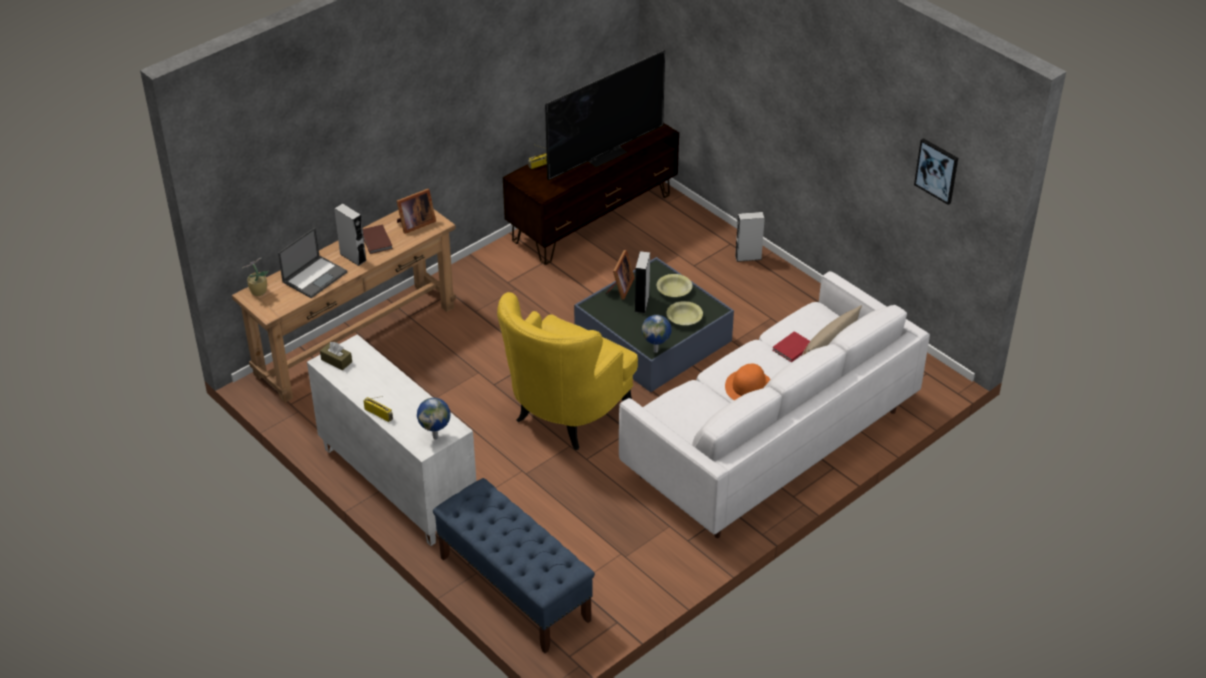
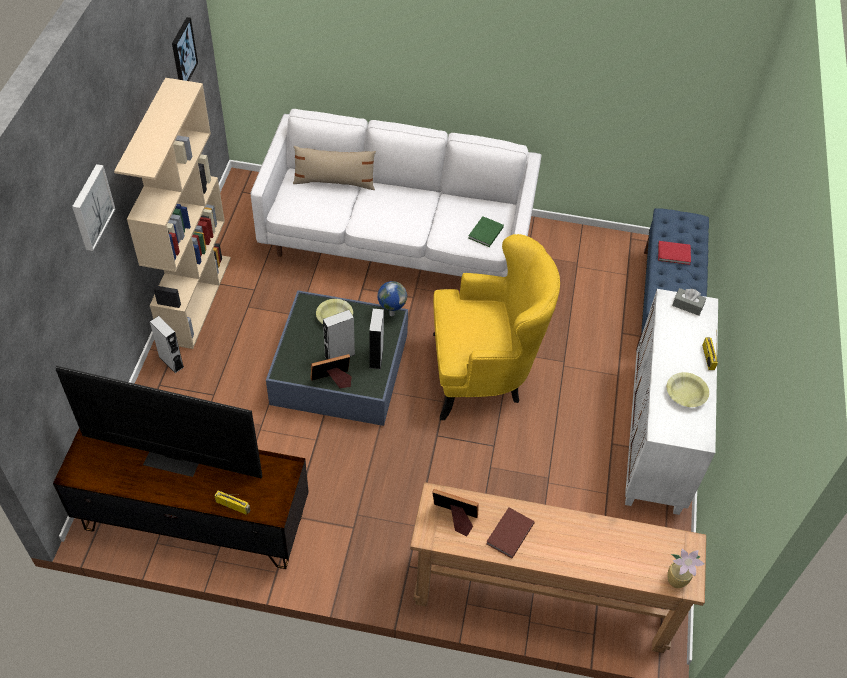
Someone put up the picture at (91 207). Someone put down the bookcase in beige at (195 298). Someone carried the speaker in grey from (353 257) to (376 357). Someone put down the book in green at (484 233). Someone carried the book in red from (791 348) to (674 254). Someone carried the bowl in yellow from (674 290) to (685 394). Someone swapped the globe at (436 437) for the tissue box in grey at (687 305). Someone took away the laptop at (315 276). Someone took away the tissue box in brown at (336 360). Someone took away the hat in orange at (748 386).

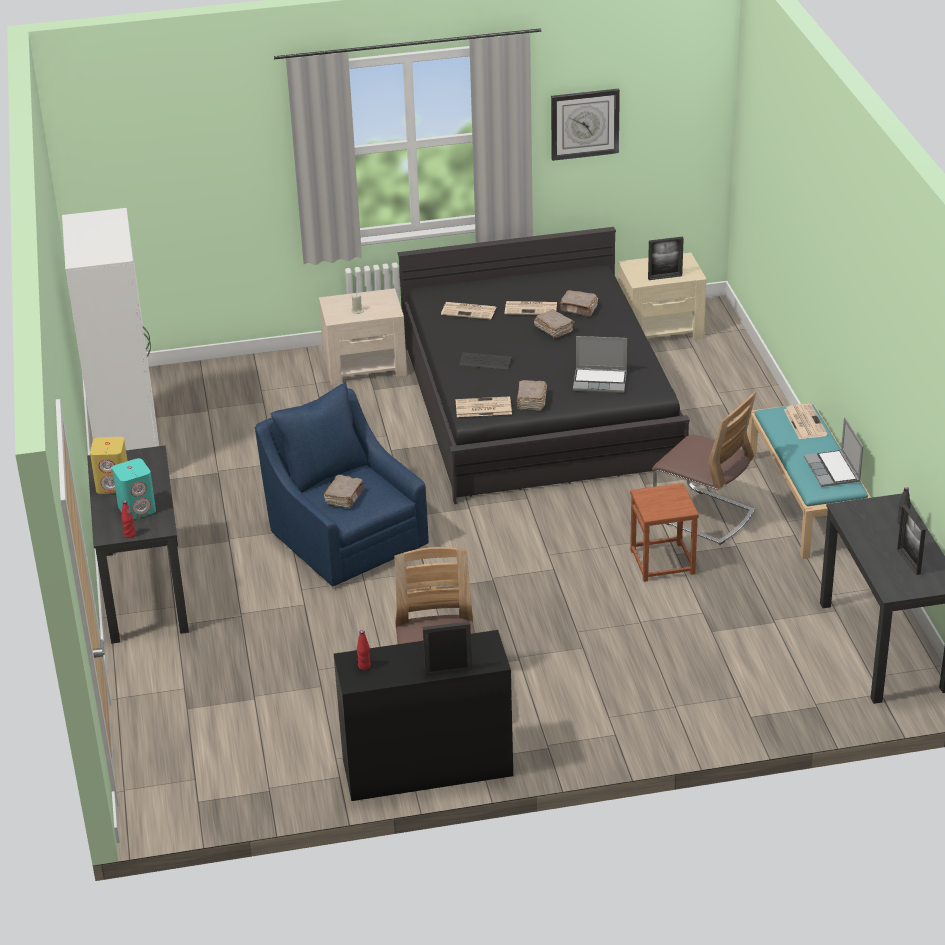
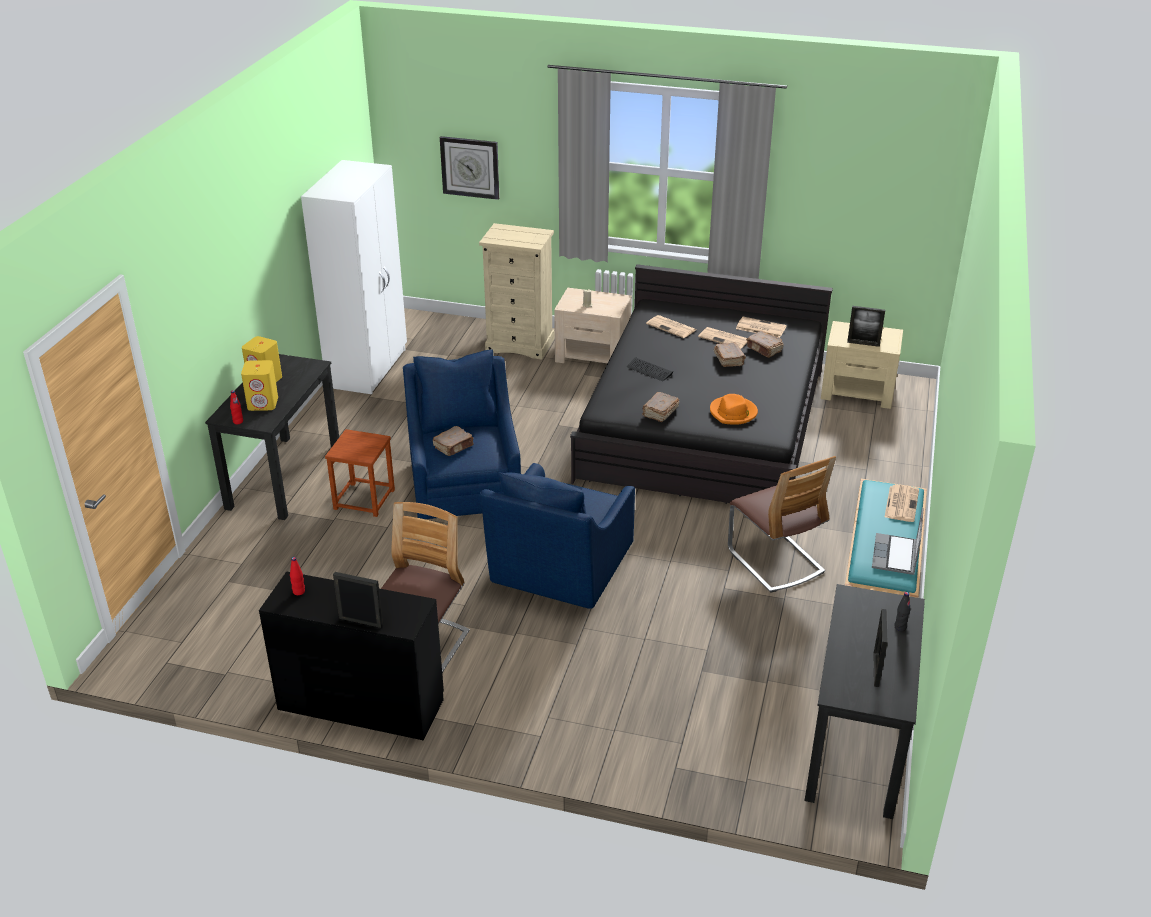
Someone repainted the speaker in turquoise at (137 509), which became the speaker in yellow at (263 403). Someone carried the stool in brown from (663 562) to (364 499). Someone carried the wall clock from (584 123) to (470 167). Someone put down the dresser in beige at (520 344). Someone put down the armchair in blue at (559 568). Someone swapped the laptop at (600 381) for the hat in orange at (733 413). Someone carried the newspaper from (482 408) to (760 328).

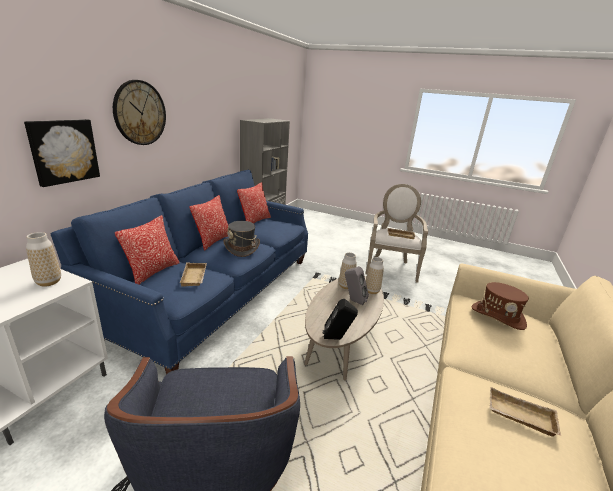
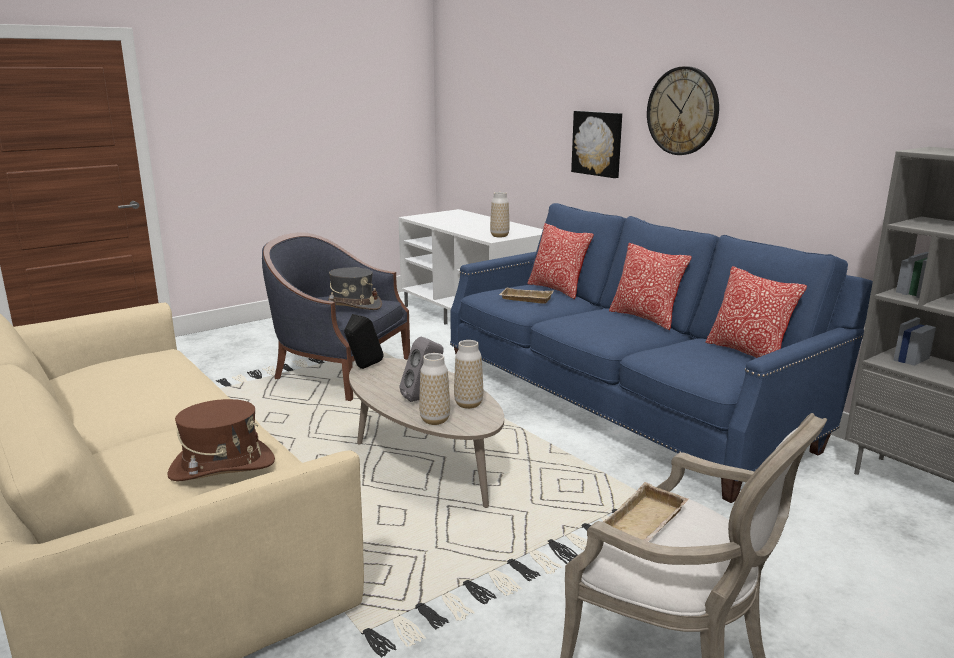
Someone carried the hat in grey from (242 248) to (352 306). Someone took away the tray in beige at (519 416).

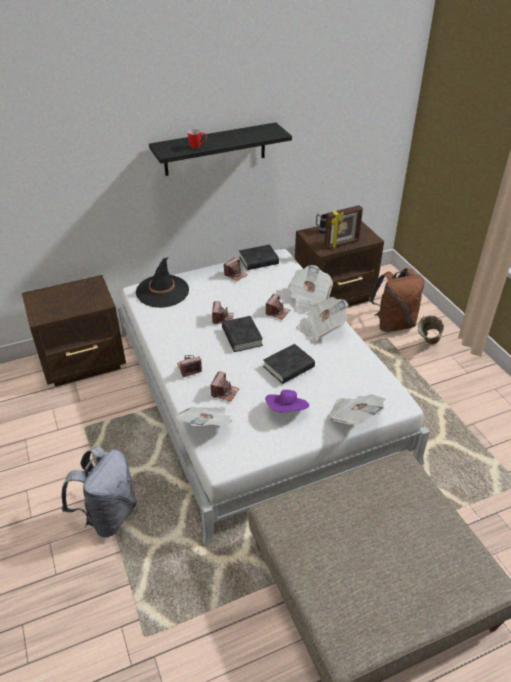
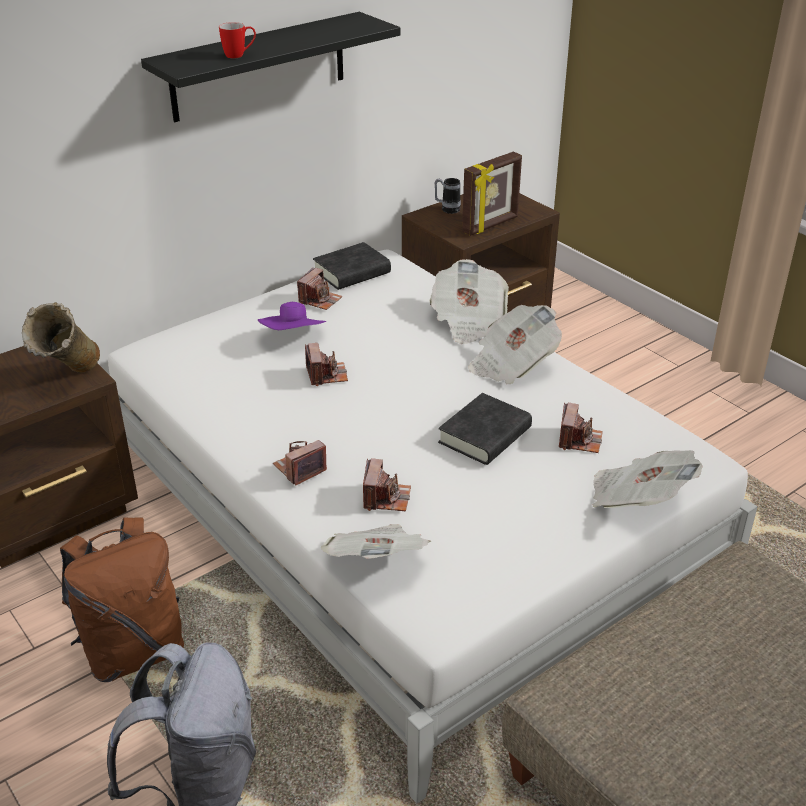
Someone carried the vase in beige from (427 347) to (70 381). Someone carried the backpack in brown from (393 324) to (133 650). Someone carried the hat in purple from (287 410) to (294 337). Someone carried the photo camera from (277 312) to (579 440). Someone took away the hat in black at (162 291). Someone took away the book in black at (242 337).

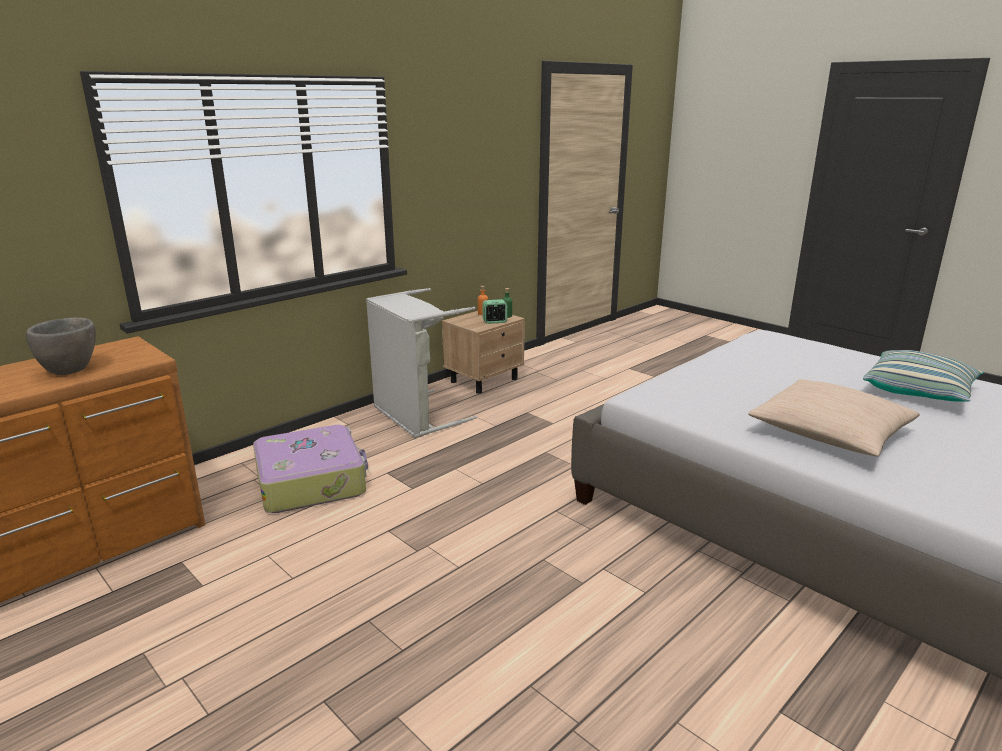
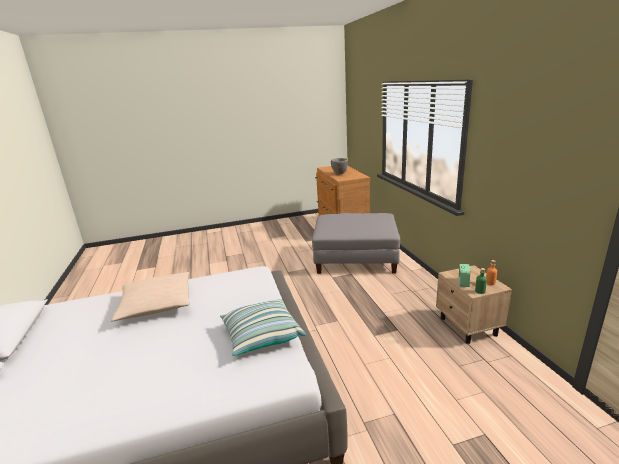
Someone carried the pillow from (919 391) to (261 336). Someone swapped the suitcase at (312 481) for the ottoman in grey at (356 258). Someone took away the laundry basket in grey at (414 416).

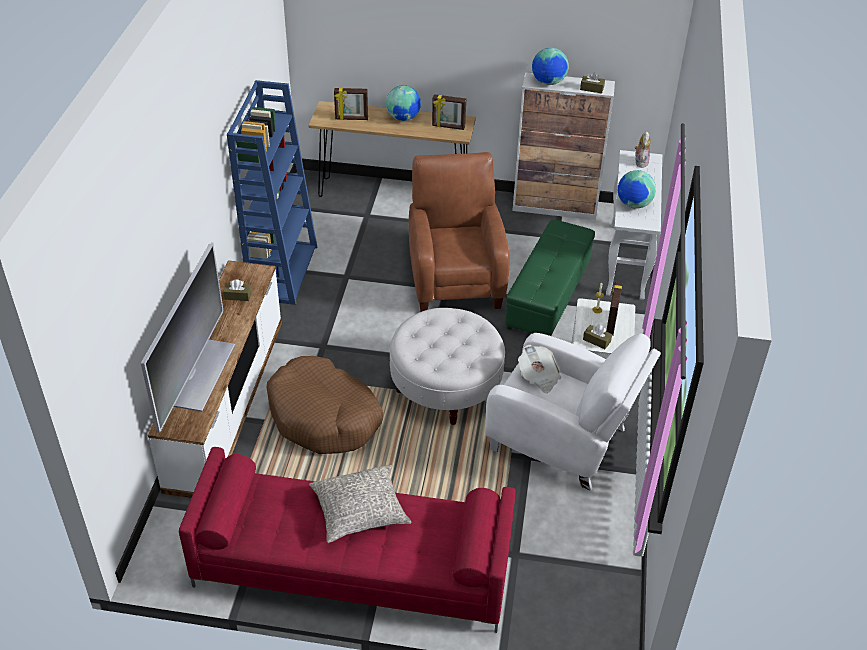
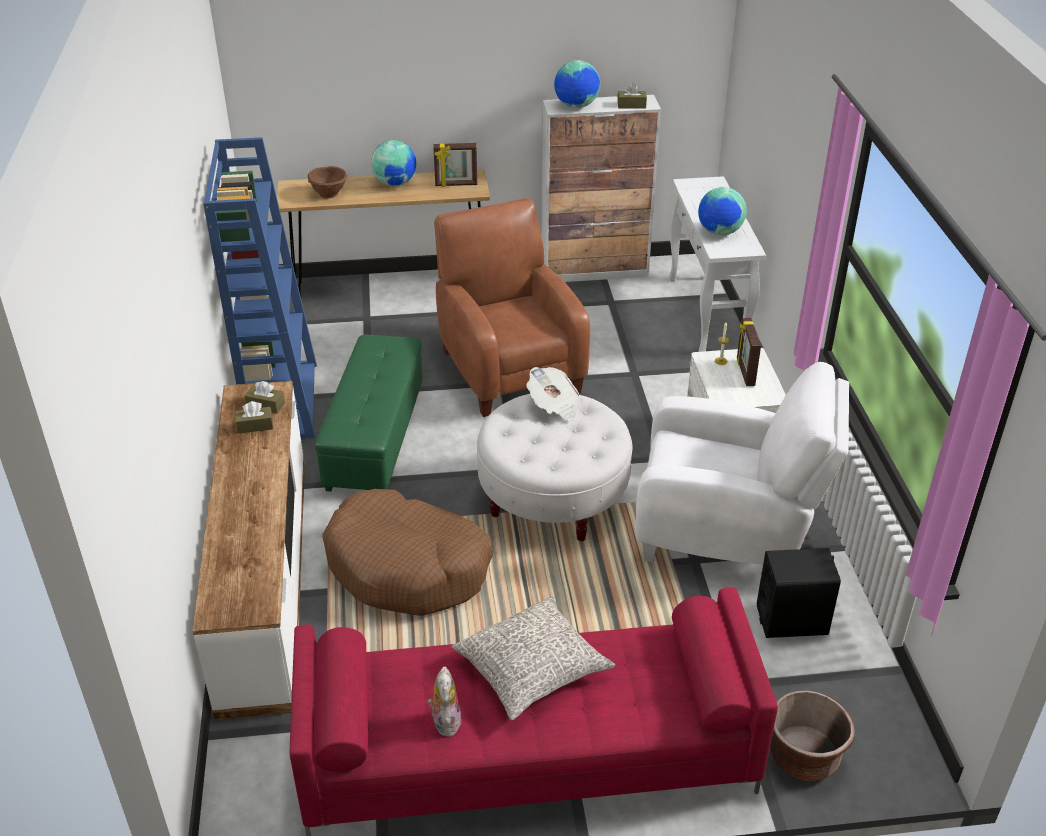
Someone carried the tissue box in brown from (596 340) to (265 405). Someone swapped the picture frame at (351 119) for the bowl in brown at (329 193). Someone carried the ottoman in green from (547 295) to (374 436). Someone carried the plush toy from (640 162) to (445 721). Someone carried the newspaper from (538 377) to (554 406). Someone put down the speaker in black at (792 620). Someone put down the planter in brown at (803 756). Someone took away the television at (202 374).

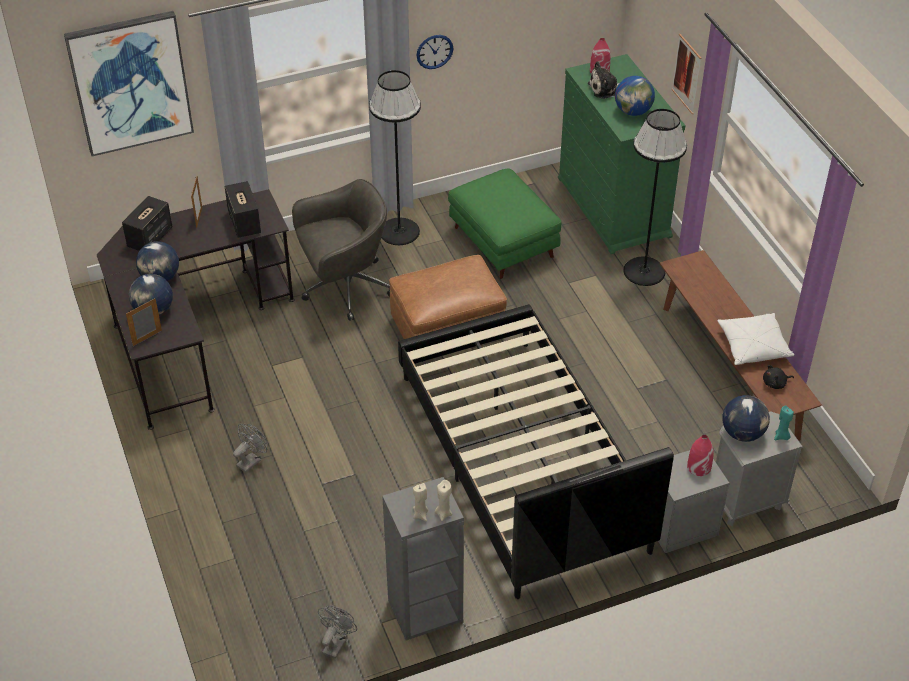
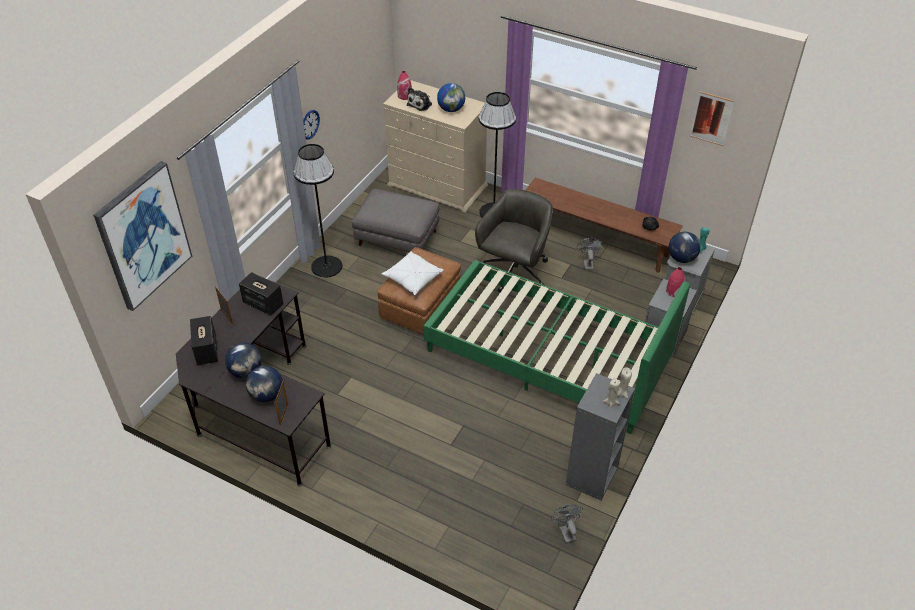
Someone repainted the ottoman in green at (504 242), which became the ottoman in grey at (397 238). Someone carried the pillow in white from (753 346) to (412 278). Someone repainted the dresser in green at (614 207), which became the dresser in beige at (438 185). Someone repainted the bed in black at (521 461), which became the bed in green at (547 356). Someone carried the office chair in grey from (345 288) to (514 272). Someone carried the fan in grey from (251 460) to (587 263). Someone carried the picture from (686 74) to (711 118).

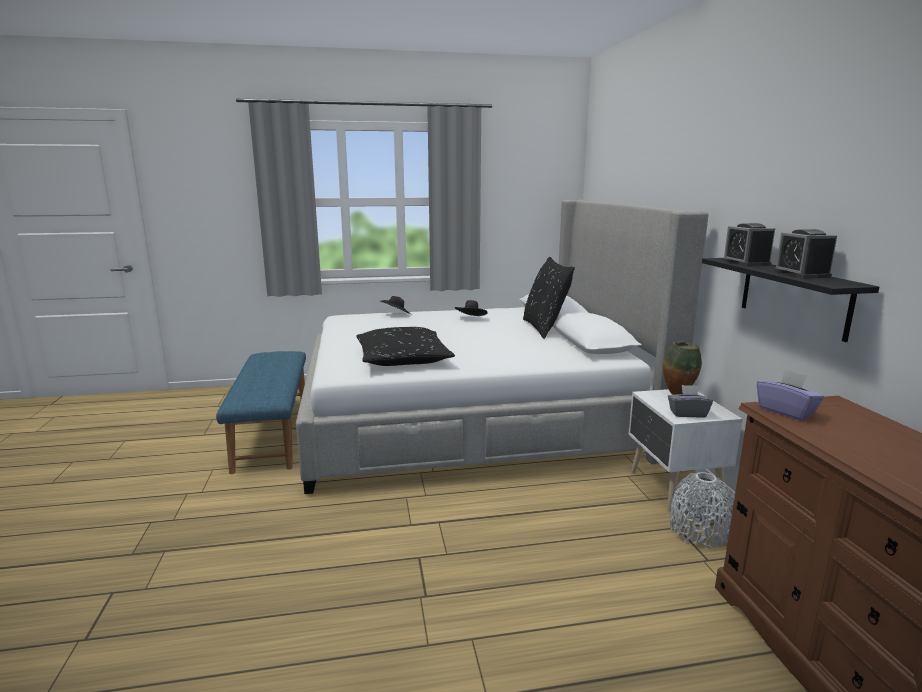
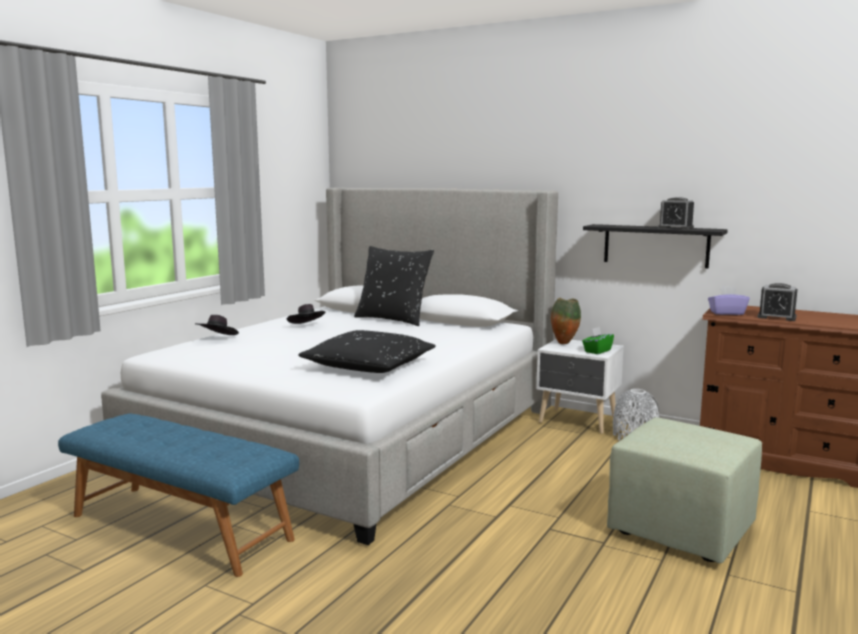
Someone repainted the tissue box in grey at (687 413), which became the tissue box in green at (597 351). Someone put down the ottoman in green at (683 530). Someone carried the alarm clock from (746 263) to (776 317).

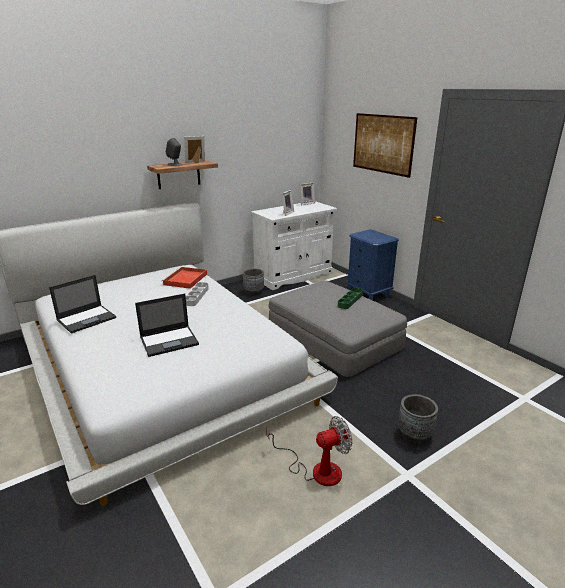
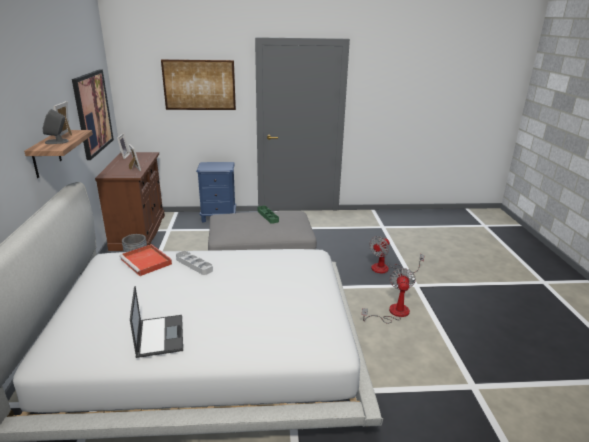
Someone put up the picture at (93 113). Someone repainted the cabinet in white at (293 276), which became the cabinet in brown at (139 232). Someone swapped the planter in grey at (414 434) for the fan at (386 269). Someone took away the laptop at (170 341).

